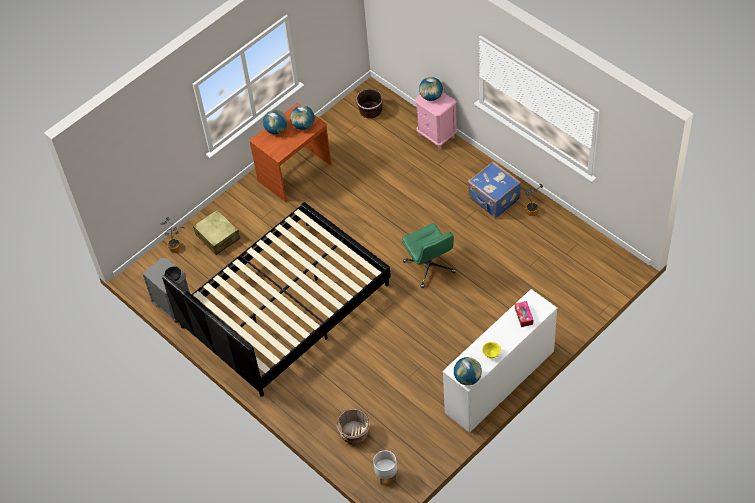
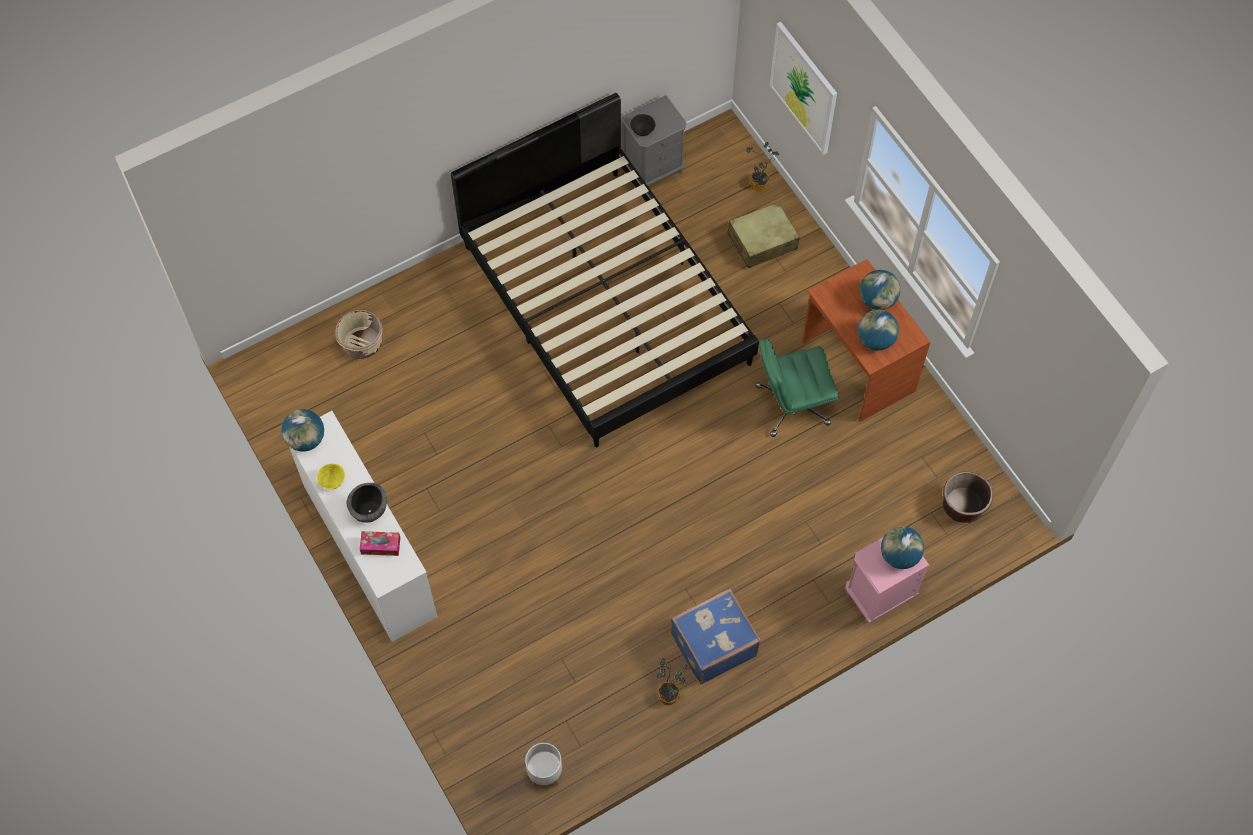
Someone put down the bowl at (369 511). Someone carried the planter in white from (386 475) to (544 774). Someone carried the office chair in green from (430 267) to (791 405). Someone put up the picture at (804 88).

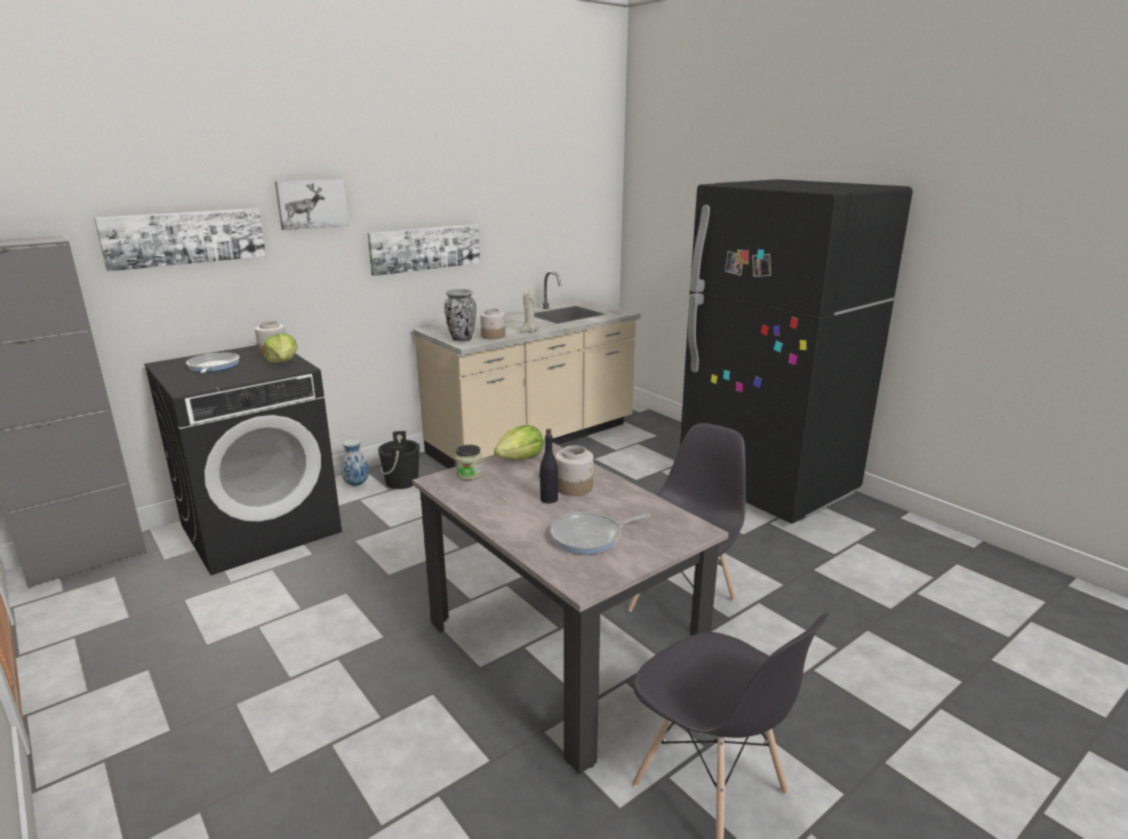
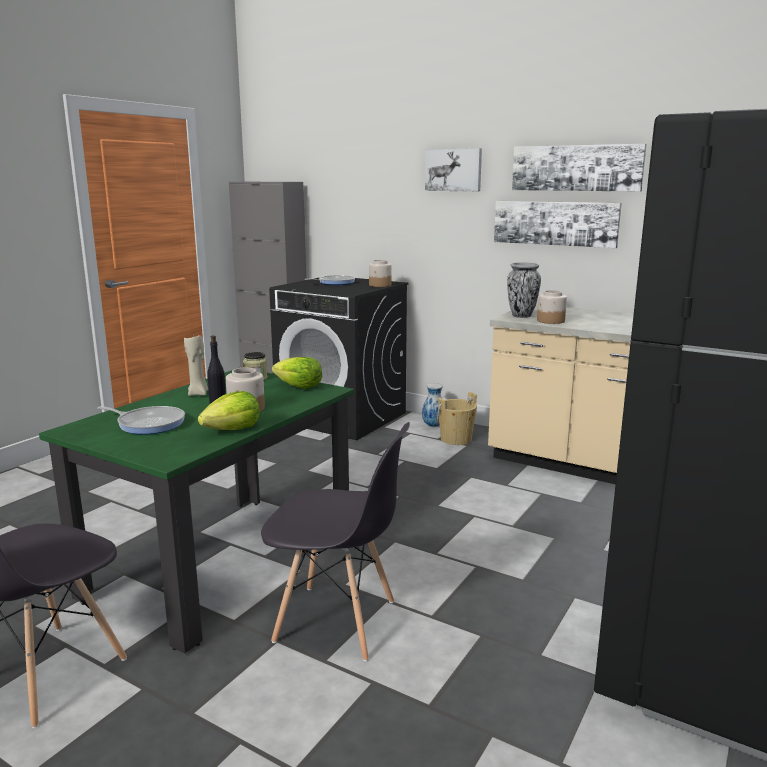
Someone repainted the dining table in beige at (559 656), which became the dining table in green at (223 563). Someone rotated the frying pan at (590 537) by 150 degrees clockwise. Someone carried the candle in beige from (529 331) to (198 394). Someone carried the lettuce from (283 362) to (233 430). Someone repainted the bucket in black at (402 482), which became the bucket in beige at (456 439). Someone carried the picture from (185 237) to (576 168).

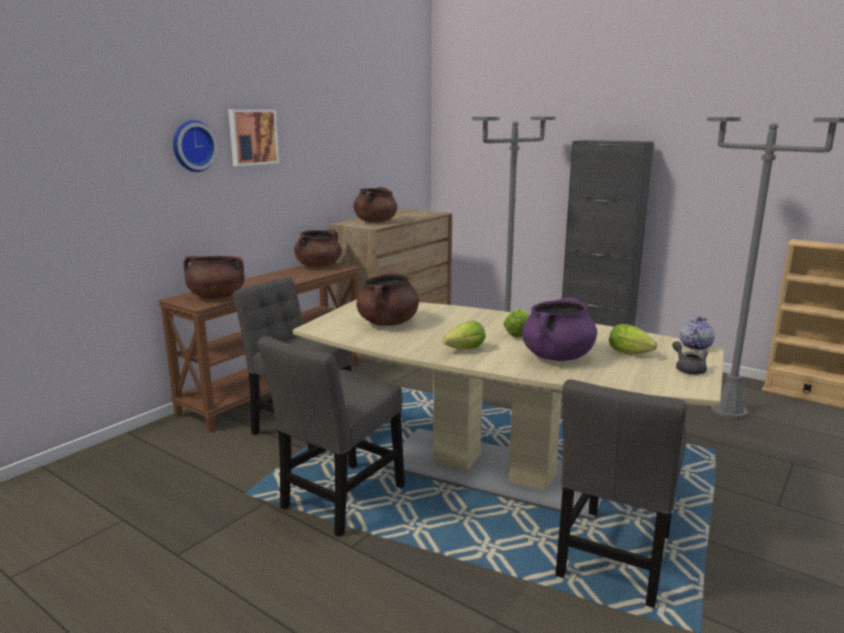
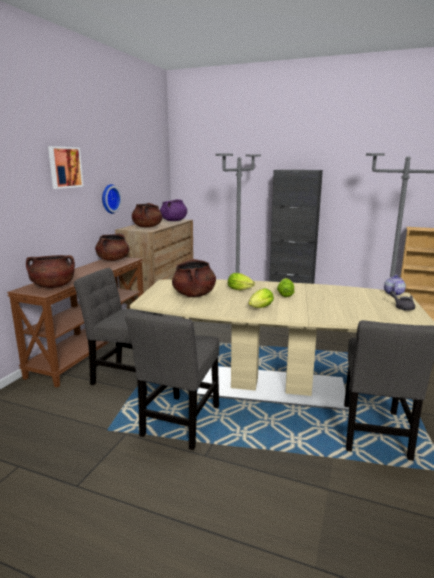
Someone carried the wall clock from (192 146) to (109 199). Someone carried the cooking pot in purple from (557 357) to (173 221). Someone carried the lettuce from (632 354) to (241 290).

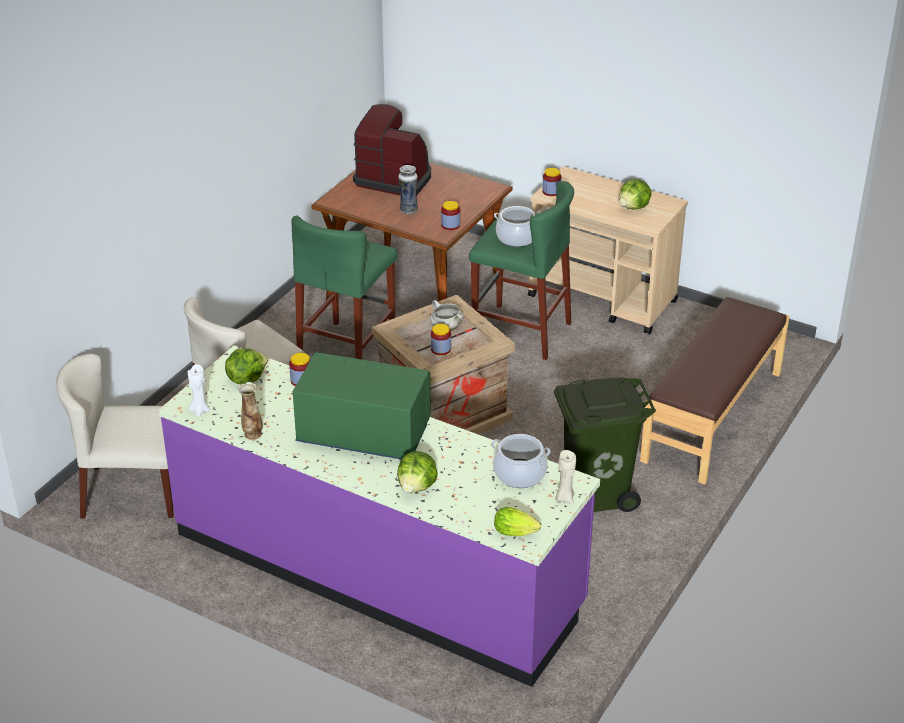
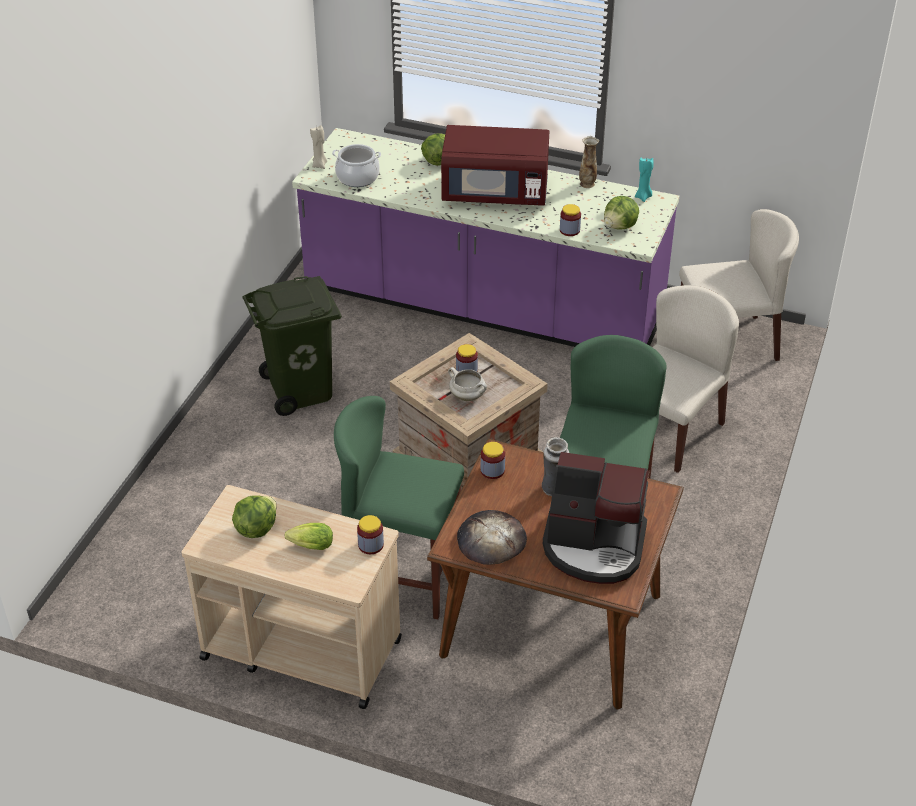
Someone carried the lettuce from (517 533) to (309 546). Someone repainted the microwave in green at (363 434), which became the microwave in red at (495 193). Someone put down the bread at (491 540). Someone repainted the candle in white at (199 410), which became the candle in turquoise at (643 197). Someone took away the cooking pot at (517 238). Someone took away the bench in brown at (713 416).

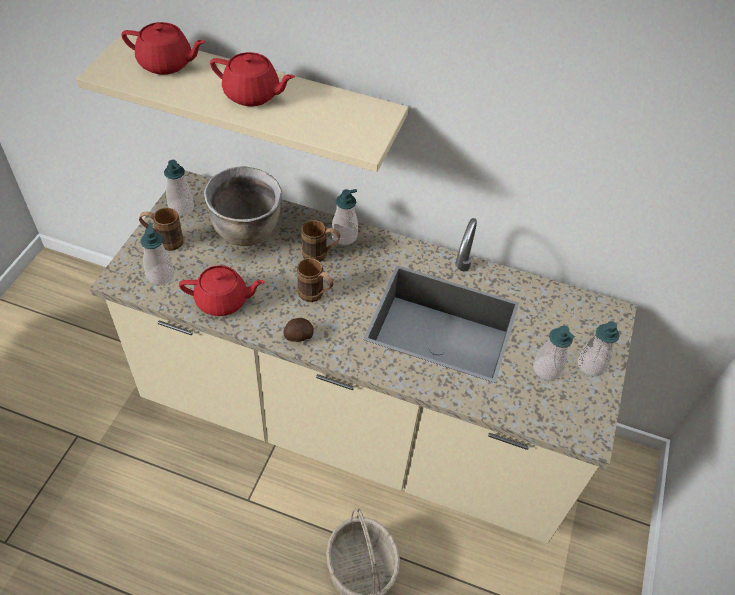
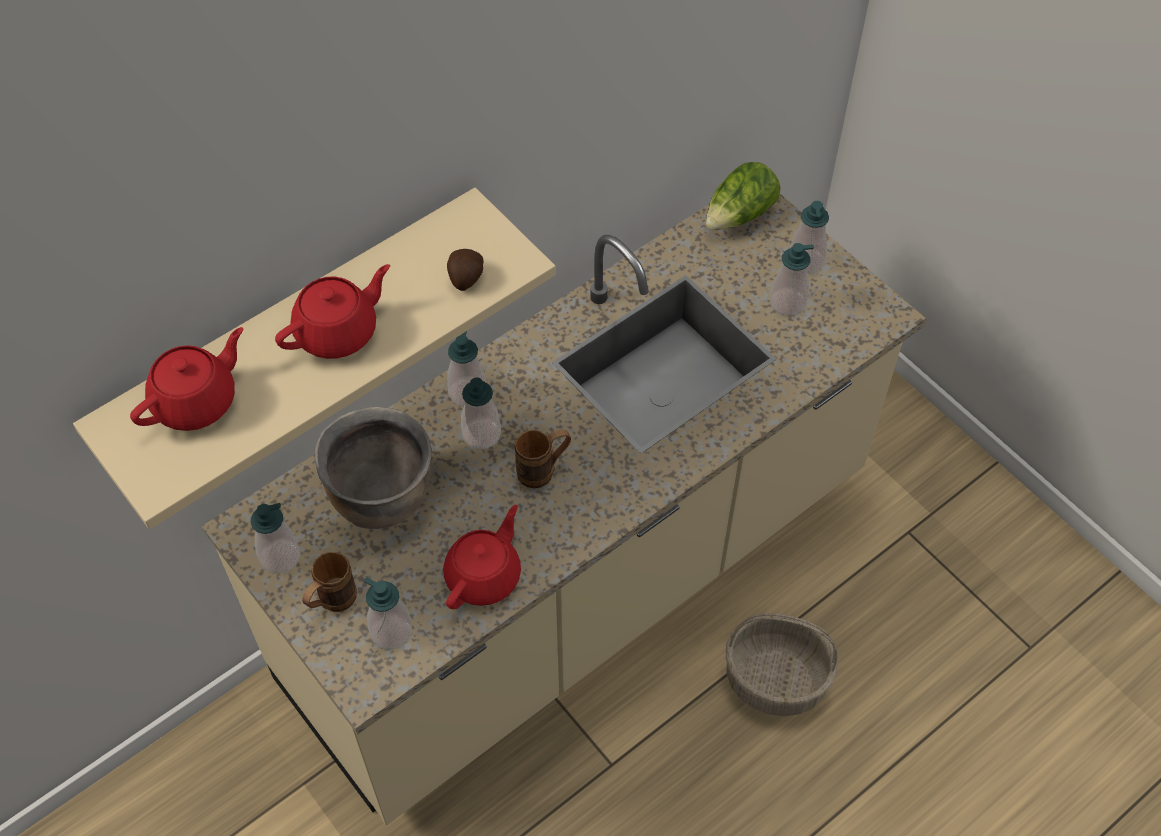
Someone carried the potato from (298 336) to (465 279). Someone swapped the mug in brown at (320 255) for the soap dispenser at (481 434). Someone put down the lettuce at (740 215).

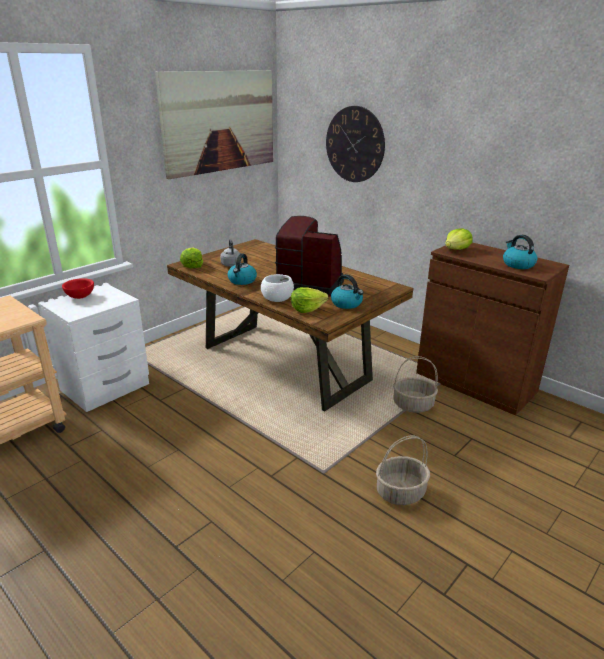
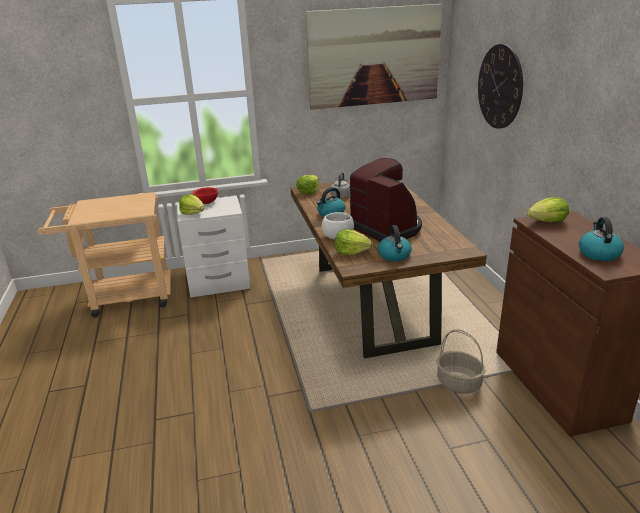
Someone put down the lettuce at (193 213). Someone took away the basket at (400 492).

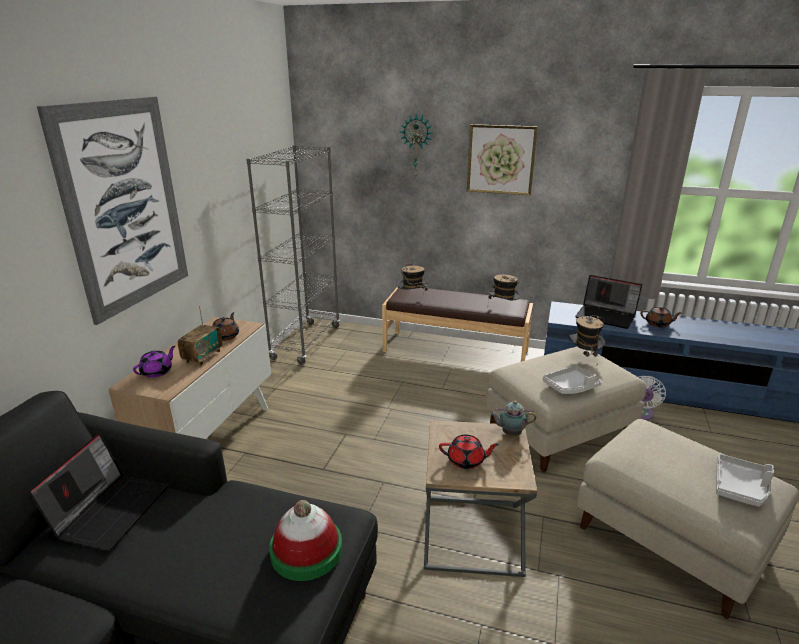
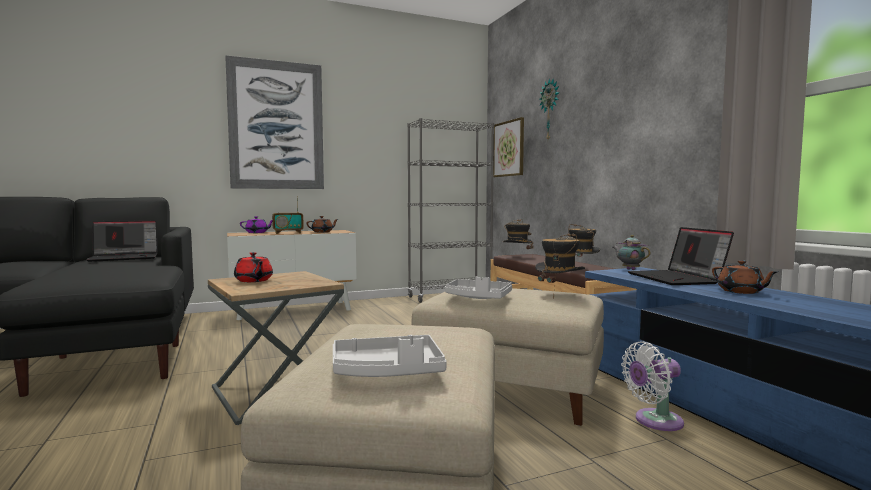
Someone carried the picture from (501 159) to (508 149). Someone carried the teapot from (510 433) to (629 269). Someone took away the hat at (306 550).

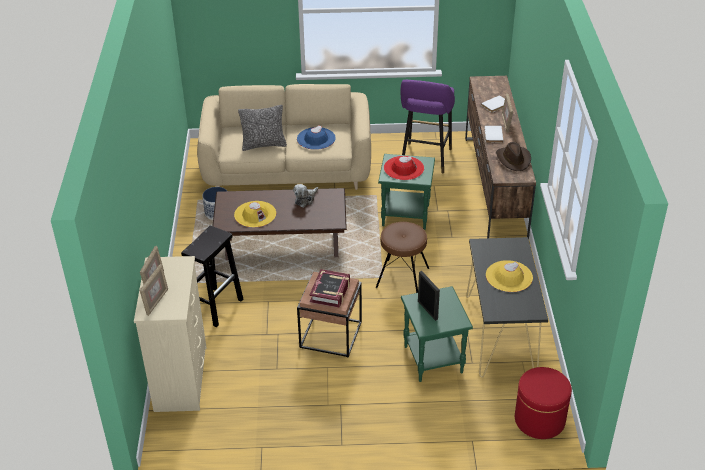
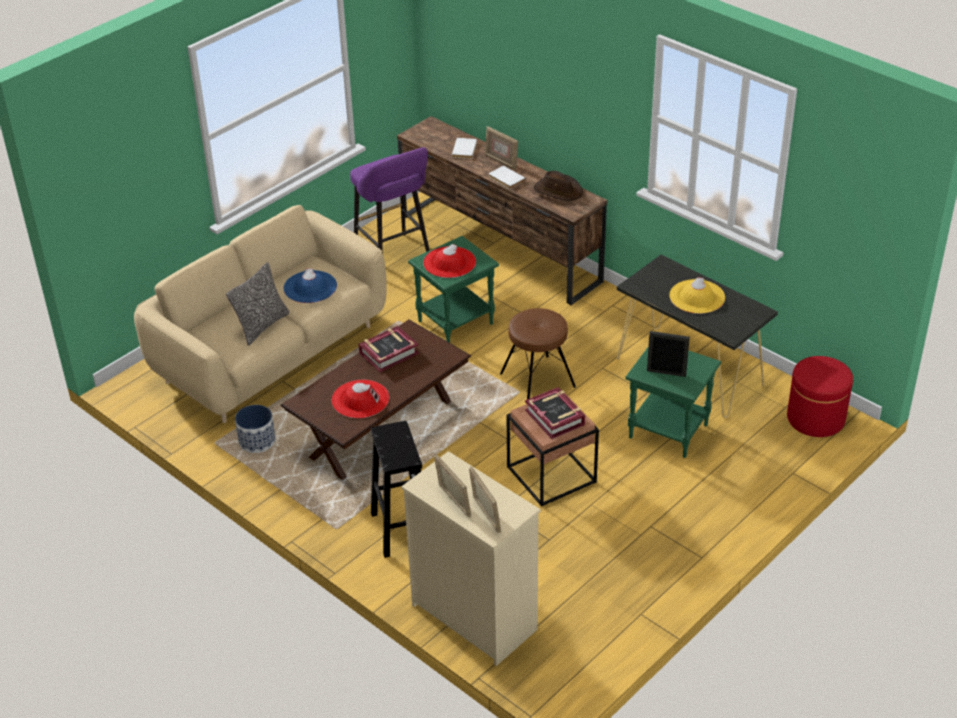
Someone repainted the hat in yellow at (255 214), which became the hat in red at (360 399). Someone swapped the plush toy at (305 199) for the book at (388 353).

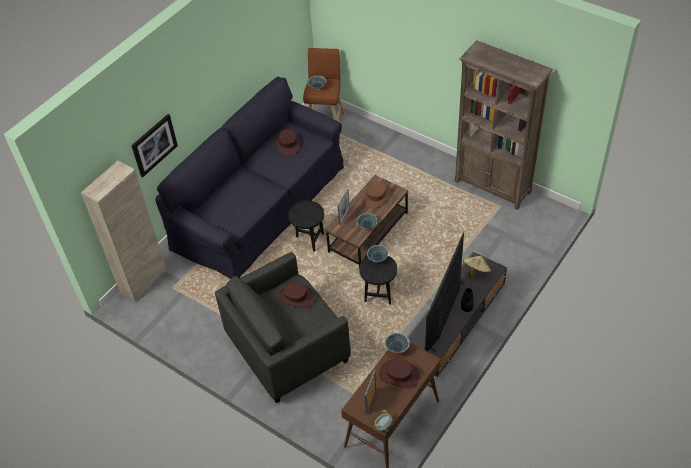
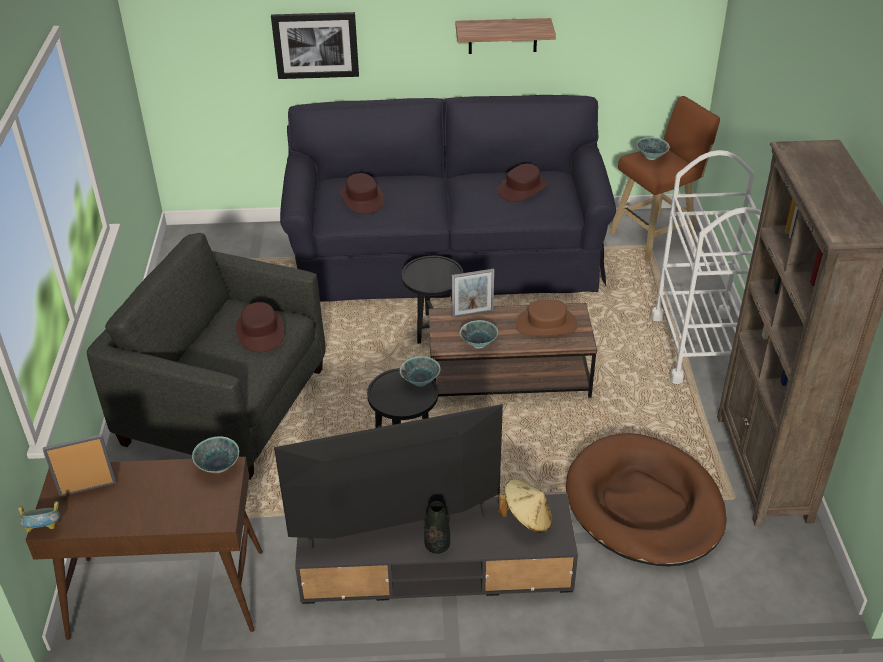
Someone carried the hat in brown from (399 375) to (362 198). Someone put up the shelf at (502 36). Someone put down the dog bed in brown at (644 505). Someone put down the cart in white at (700 346). Someone took away the cabinet in beige at (143 281).

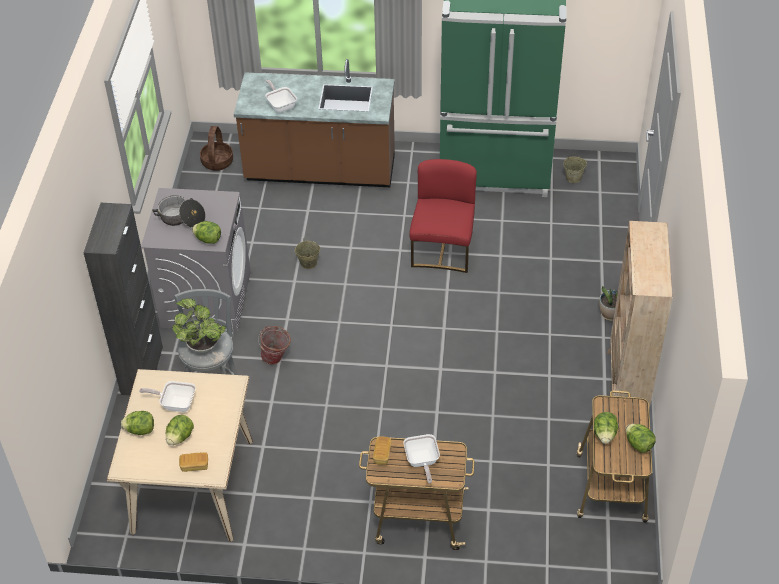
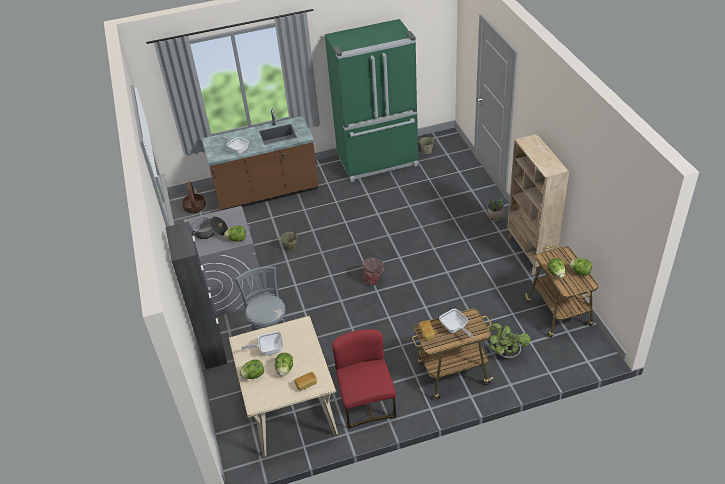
Someone carried the chair in red from (443 249) to (366 403). Someone carried the bucket from (276 359) to (374 281). Someone carried the potted plant from (201 345) to (506 353).

